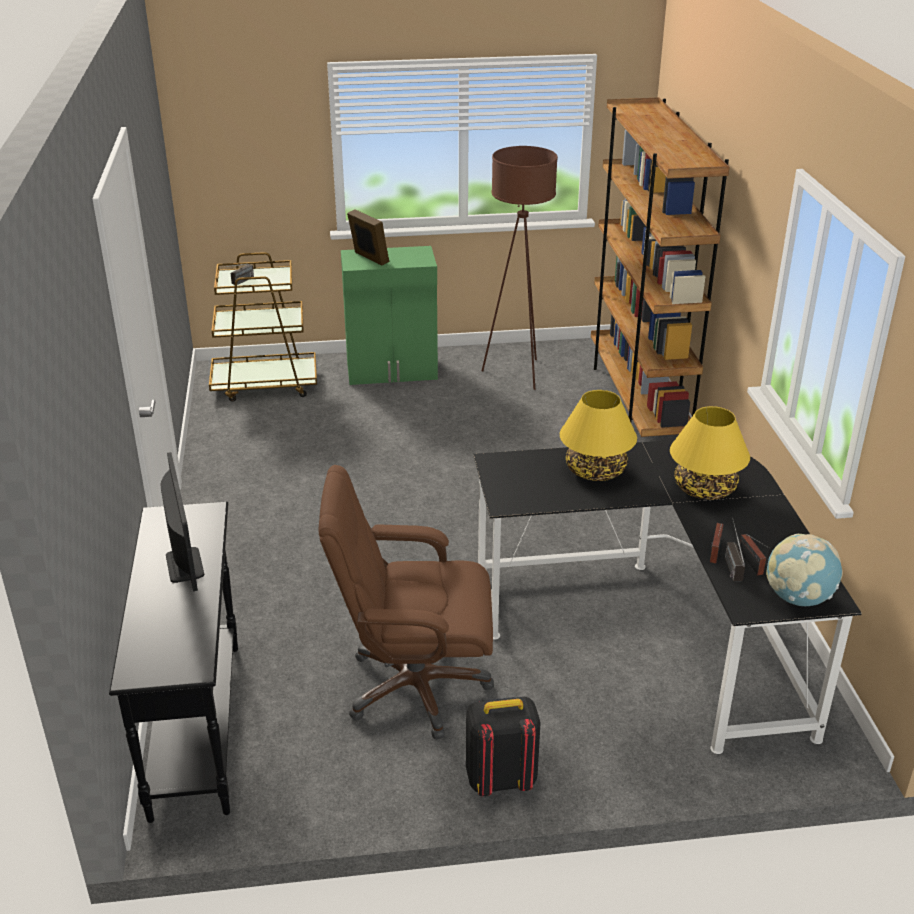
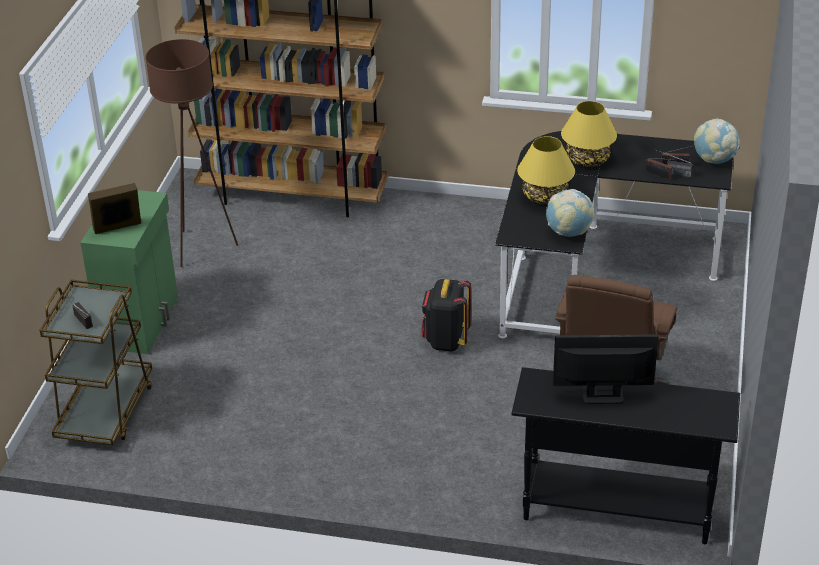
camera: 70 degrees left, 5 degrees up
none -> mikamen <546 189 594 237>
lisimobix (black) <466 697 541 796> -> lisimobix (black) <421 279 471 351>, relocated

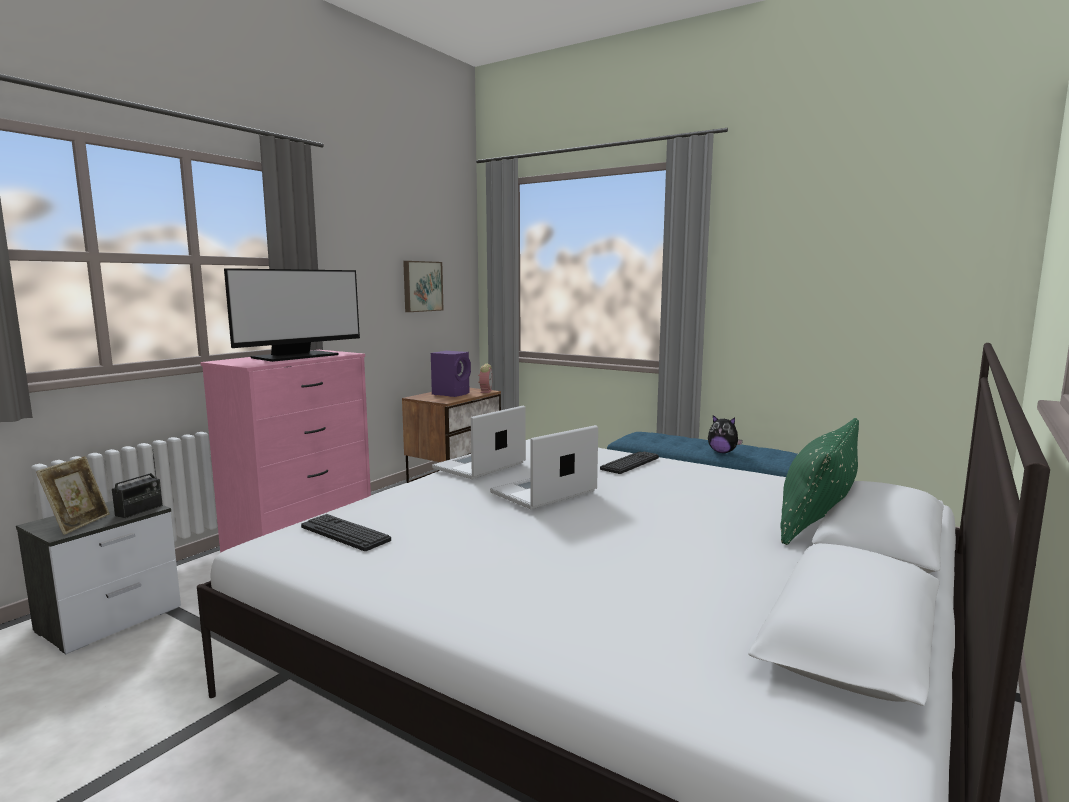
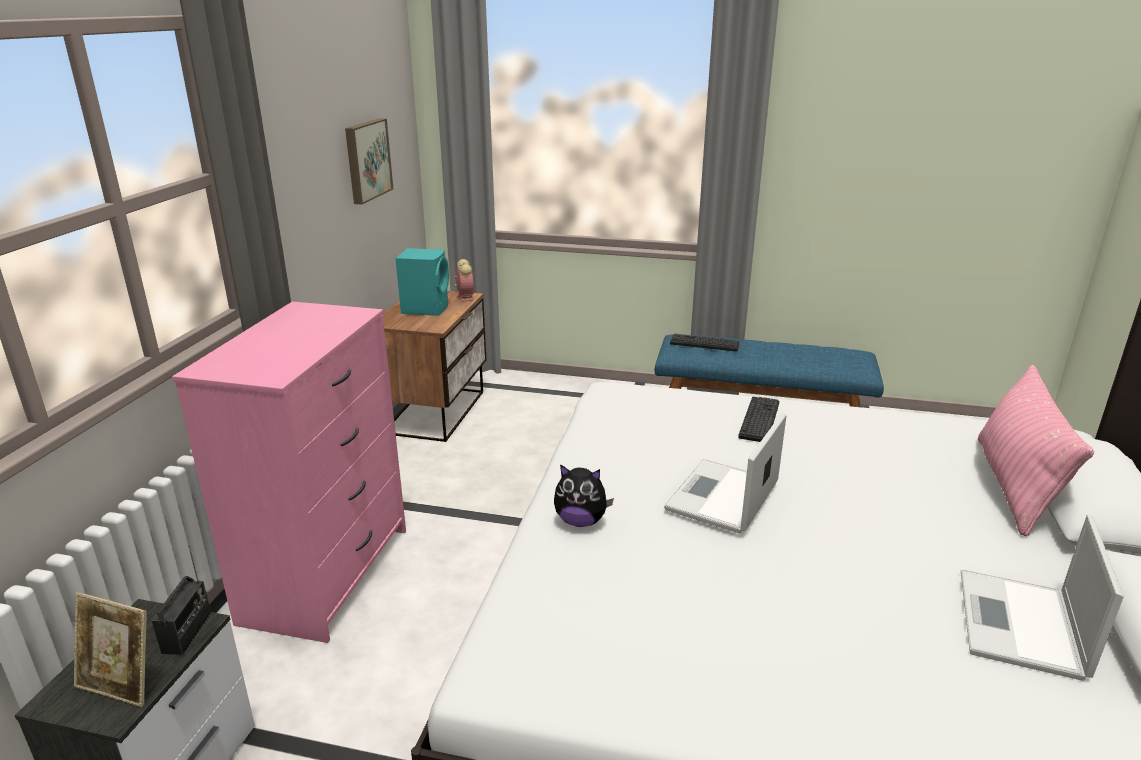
camera: 20 degrees left, 15 degrees up
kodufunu <224 268 360 362> -> none
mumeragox <301 514 391 551> -> mumeragox <670 334 740 352>, relocated
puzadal <432 406 526 479> -> puzadal <961 514 1124 681>, relocated
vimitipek <708 415 743 453> -> vimitipek <554 464 614 527>, relocated
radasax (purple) <431 351 471 397> -> radasax (turquoise) <395 248 449 316>
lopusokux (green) <780 418 859 545> -> lopusokux (pink) <978 365 1095 536>
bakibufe <36 456 110 535> -> bakibufe <74 592 147 707>, 120 degrees clockwise

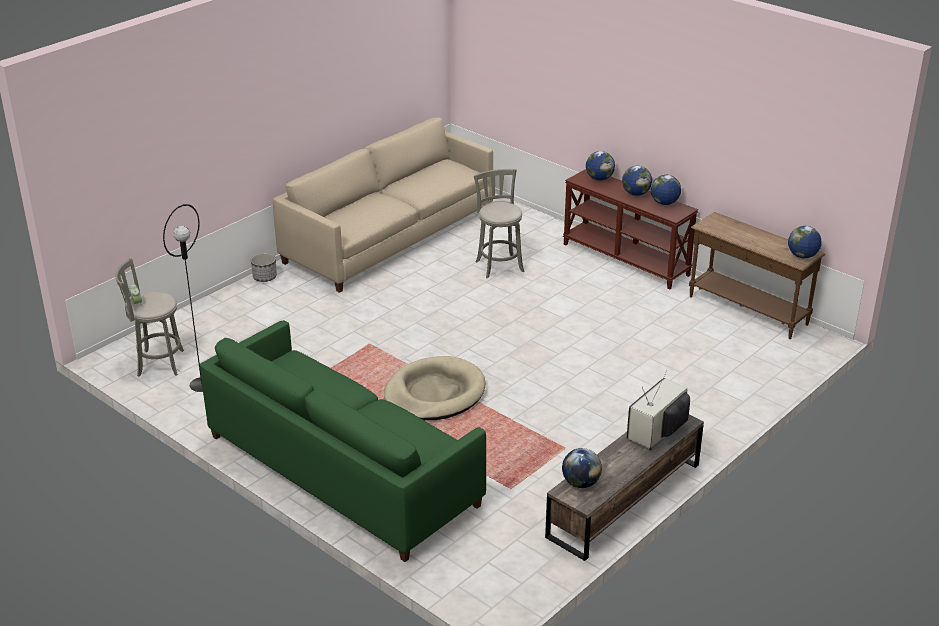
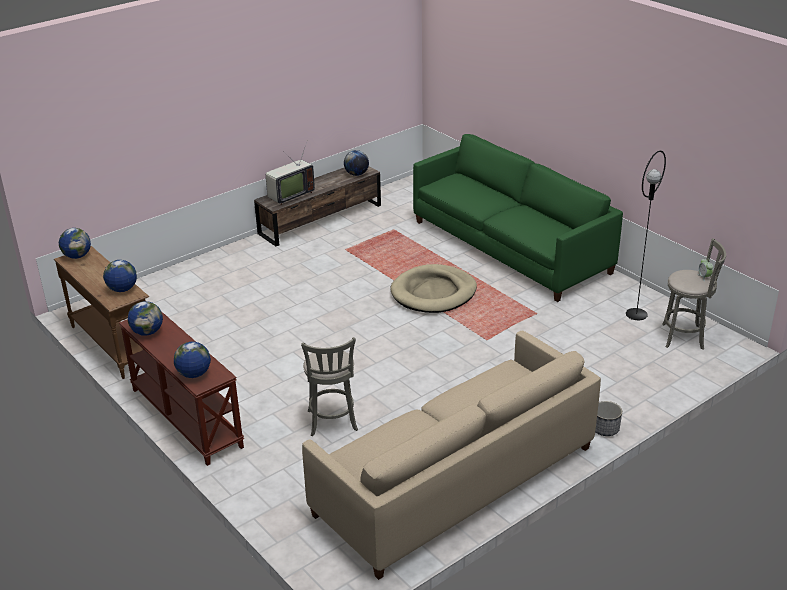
camera: 170 degrees left, 0 degrees up
mikamen <622 166 652 196> -> mikamen <103 260 137 292>, relocated

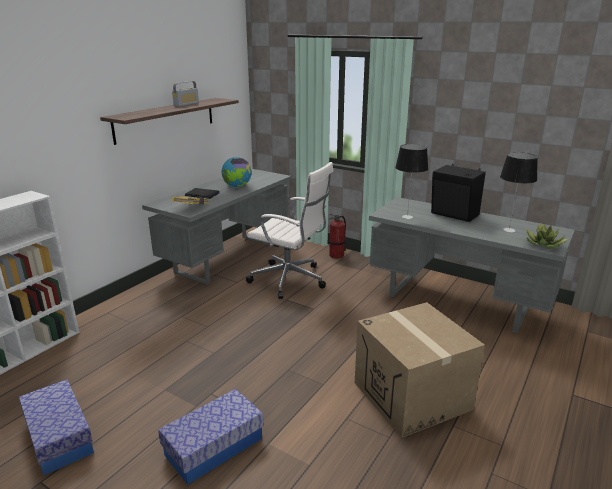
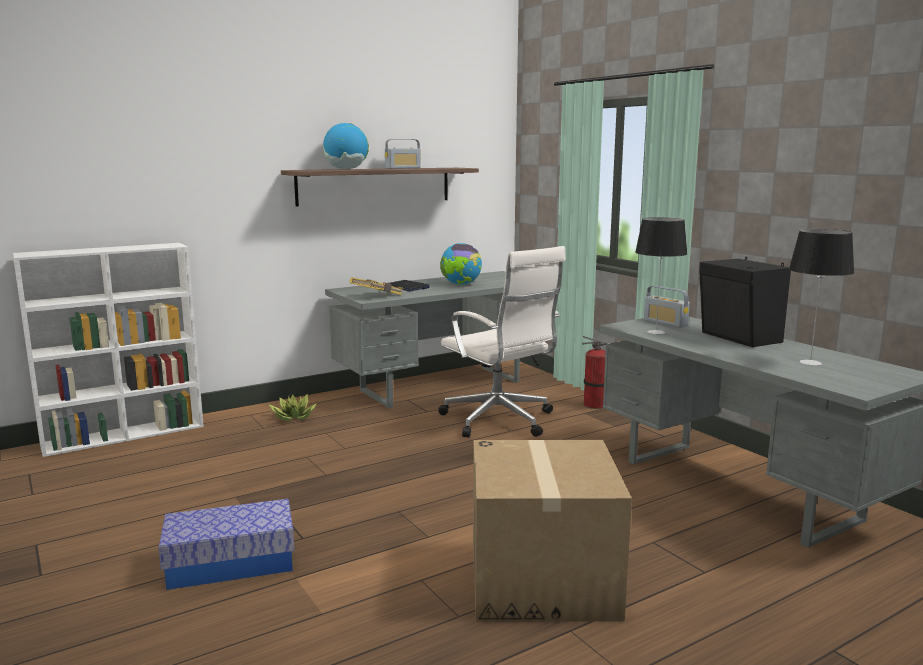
camera: 25 degrees right, 10 degrees down
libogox <19 379 94 475> -> none
none -> mikamen <323 123 369 170>
none -> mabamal <644 286 690 328>
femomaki <526 223 569 249> -> femomaki <268 394 317 421>, relocated

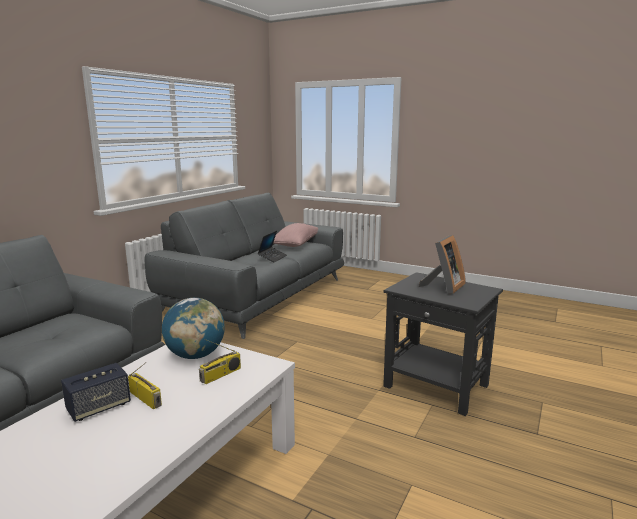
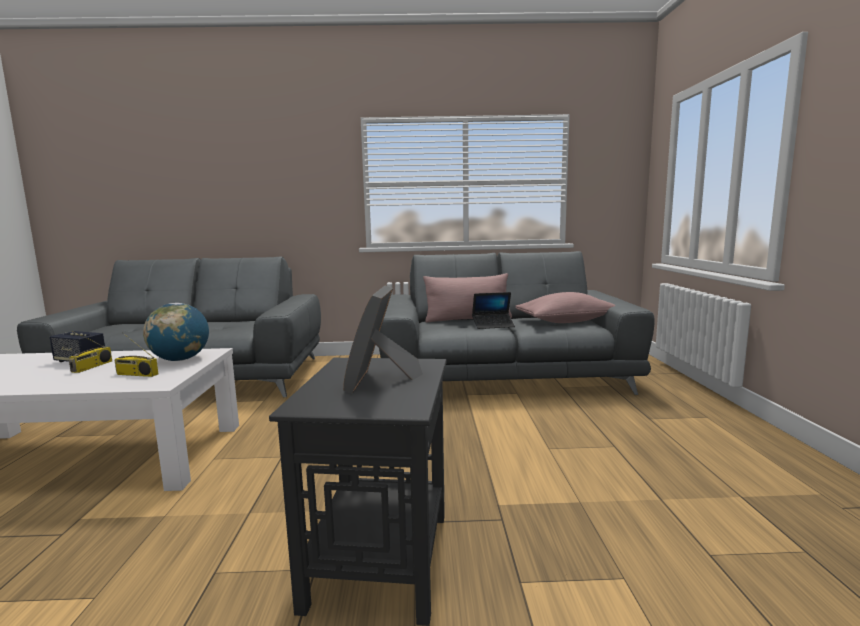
camera: 60 degrees right, 5 degrees down
none -> lopusokux (pink) <423 273 512 322>
bakibufe <419 235 466 294> -> bakibufe <343 286 423 394>, 90 degrees clockwise

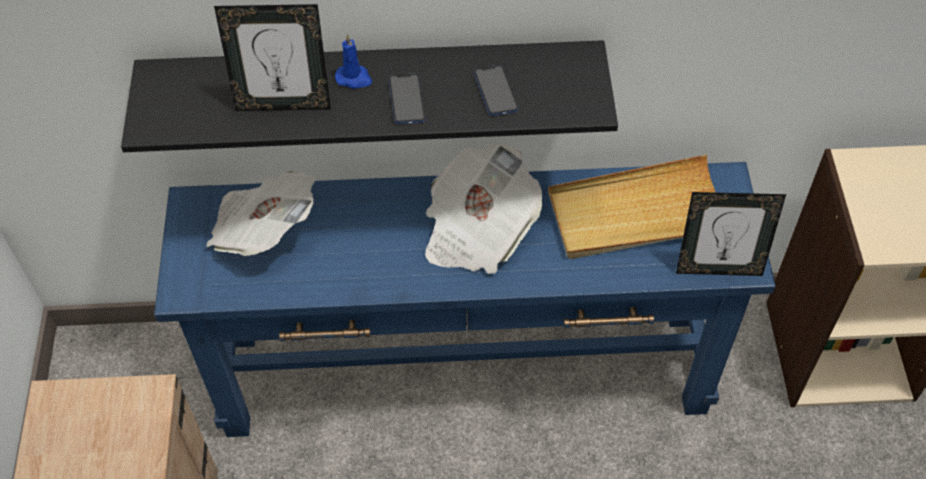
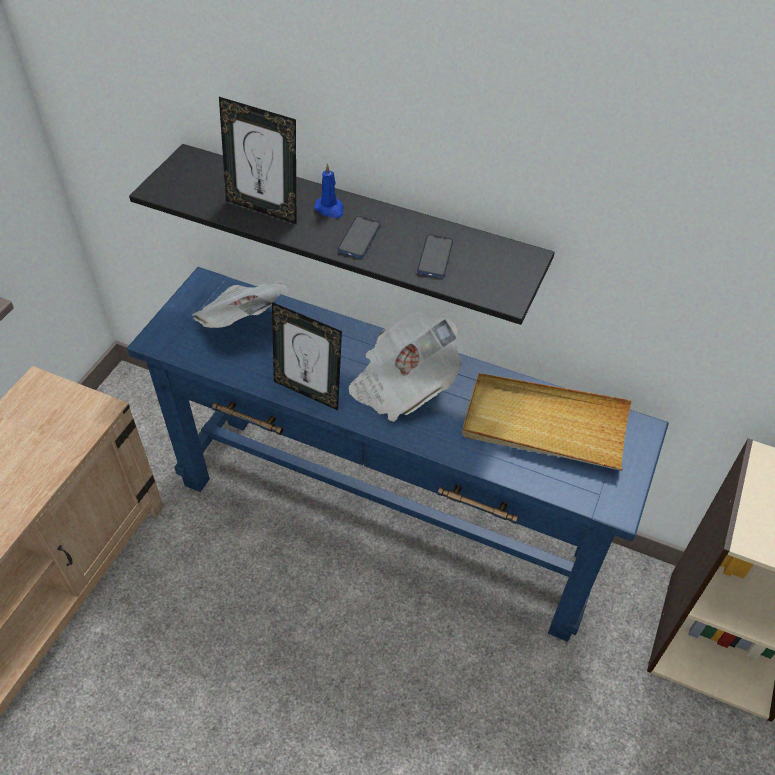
camera: 25 degrees right, 5 degrees down
bakibufe <676 192 786 276> -> bakibufe <272 302 342 410>, relocated

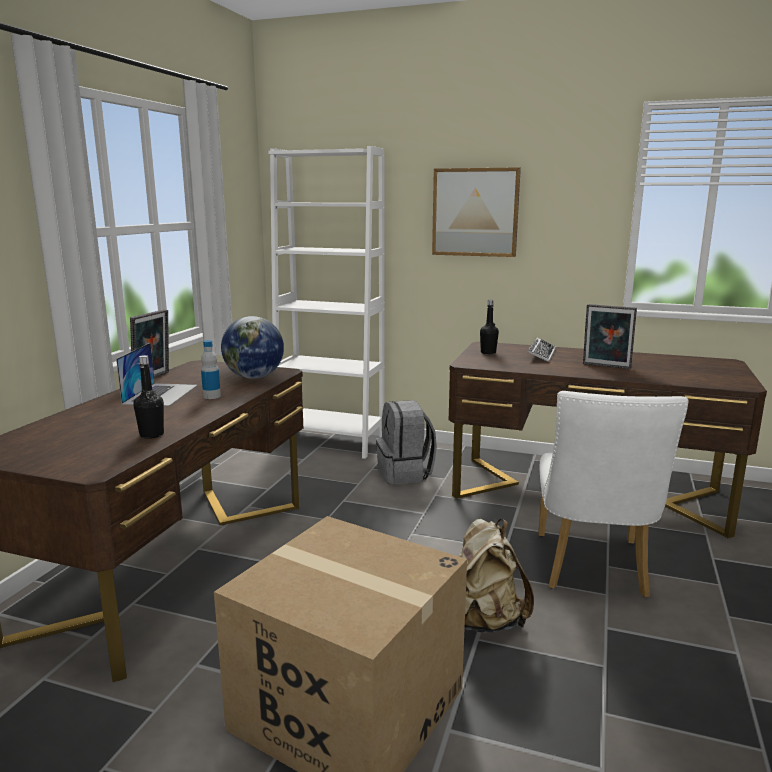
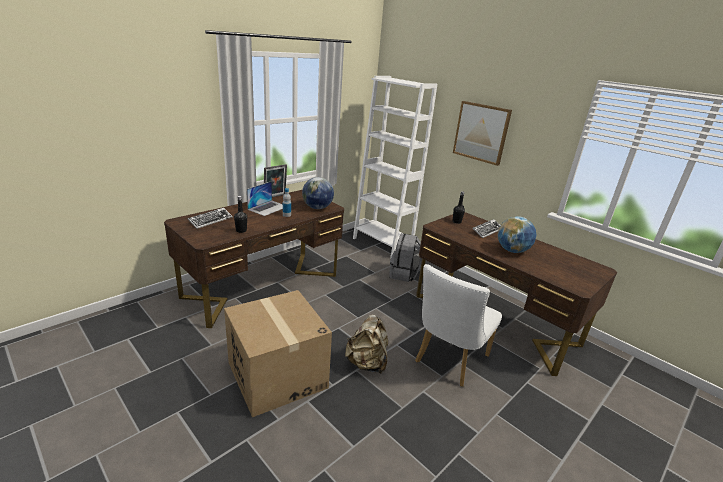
camera: 25 degrees right, 10 degrees up
none -> mumeragox <188 208 232 229>
bakibufe <583 304 637 369> -> mikamen <497 216 536 253>

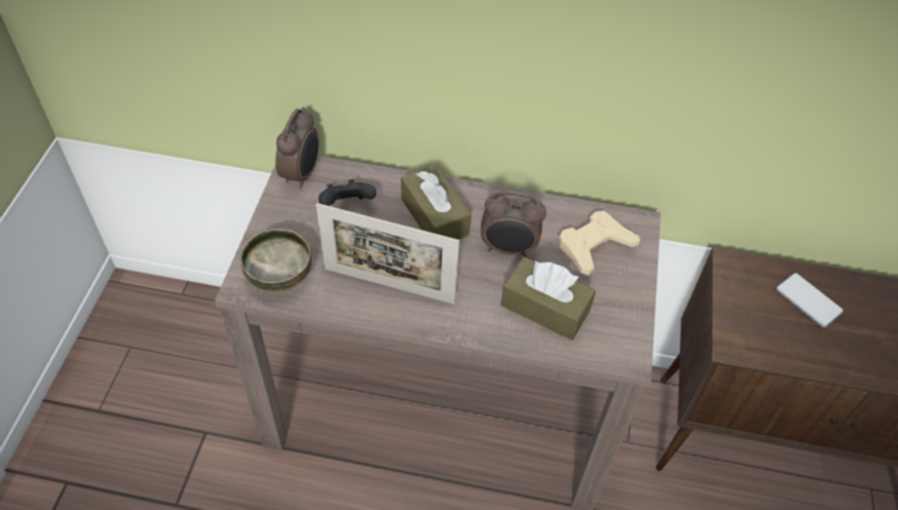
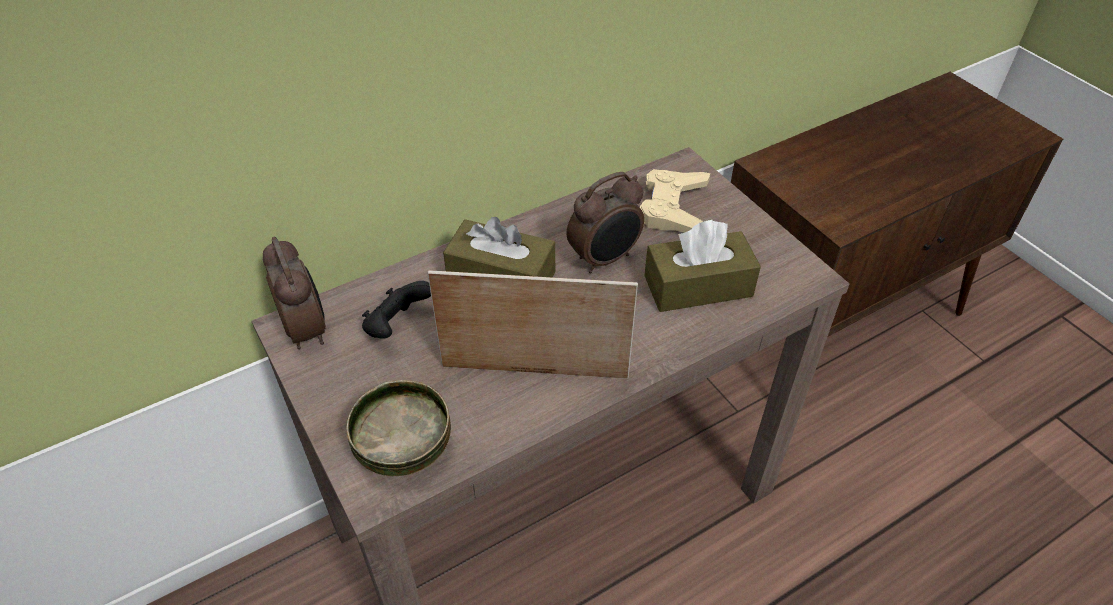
camera: 40 degrees left, 5 degrees down
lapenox <776 273 843 327> -> none
bakibufe <316 203 460 304> -> bakibufe <427 270 638 379>, 150 degrees counterclockwise

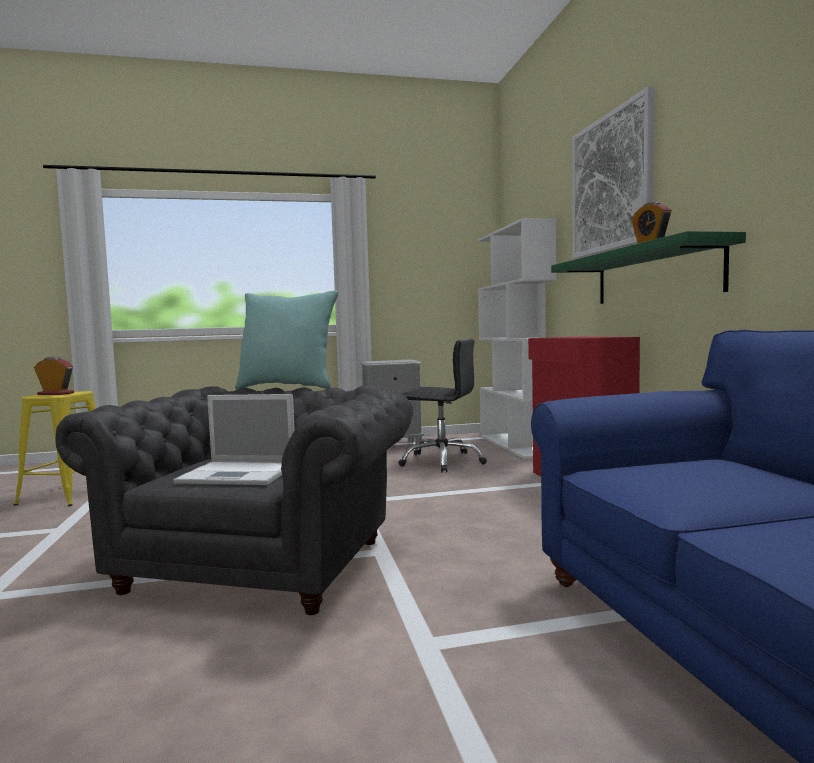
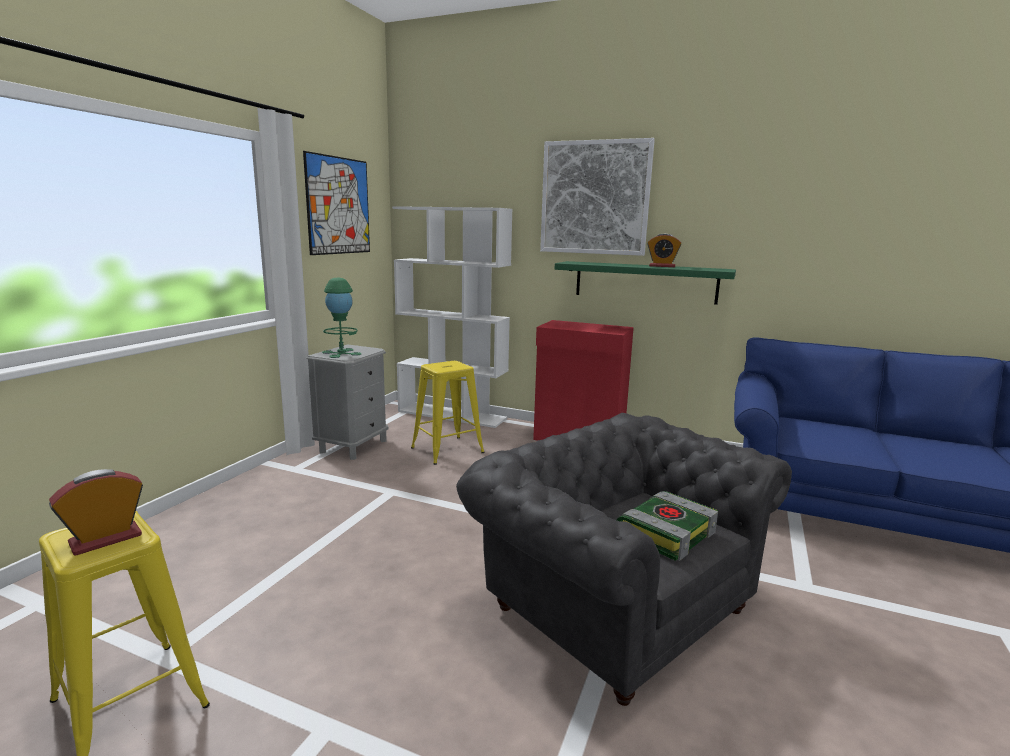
camera: 55 degrees left, 10 degrees up
lopusokux (turquoise) <235 291 339 389> -> none
none -> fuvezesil <303 151 370 255>
none -> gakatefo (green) <322 278 361 358>
puzadal <174 394 295 485> -> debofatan <617 491 718 561>
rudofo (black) <398 339 487 472> -> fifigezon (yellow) <411 361 485 465>

